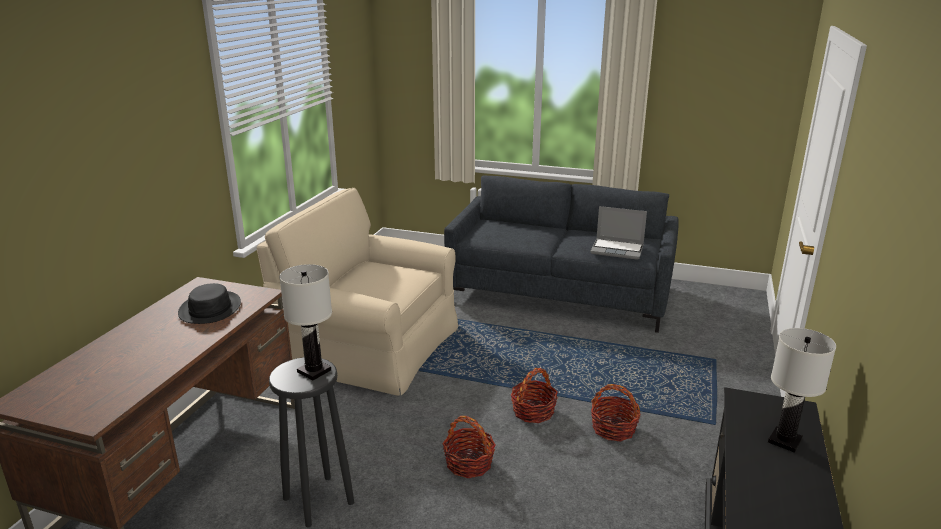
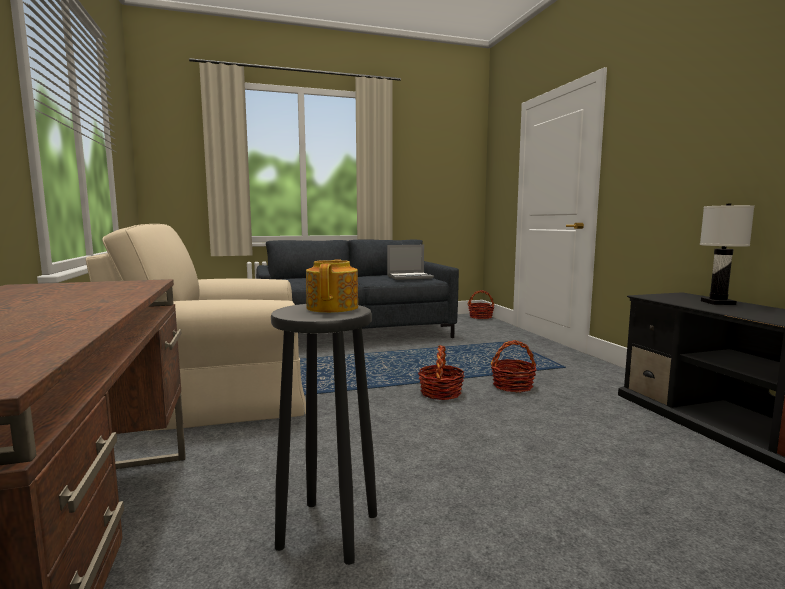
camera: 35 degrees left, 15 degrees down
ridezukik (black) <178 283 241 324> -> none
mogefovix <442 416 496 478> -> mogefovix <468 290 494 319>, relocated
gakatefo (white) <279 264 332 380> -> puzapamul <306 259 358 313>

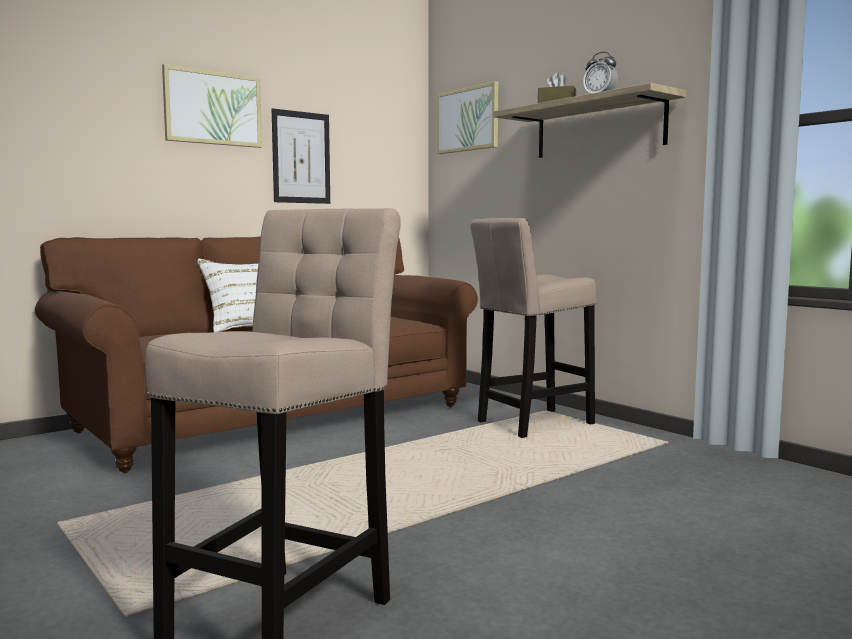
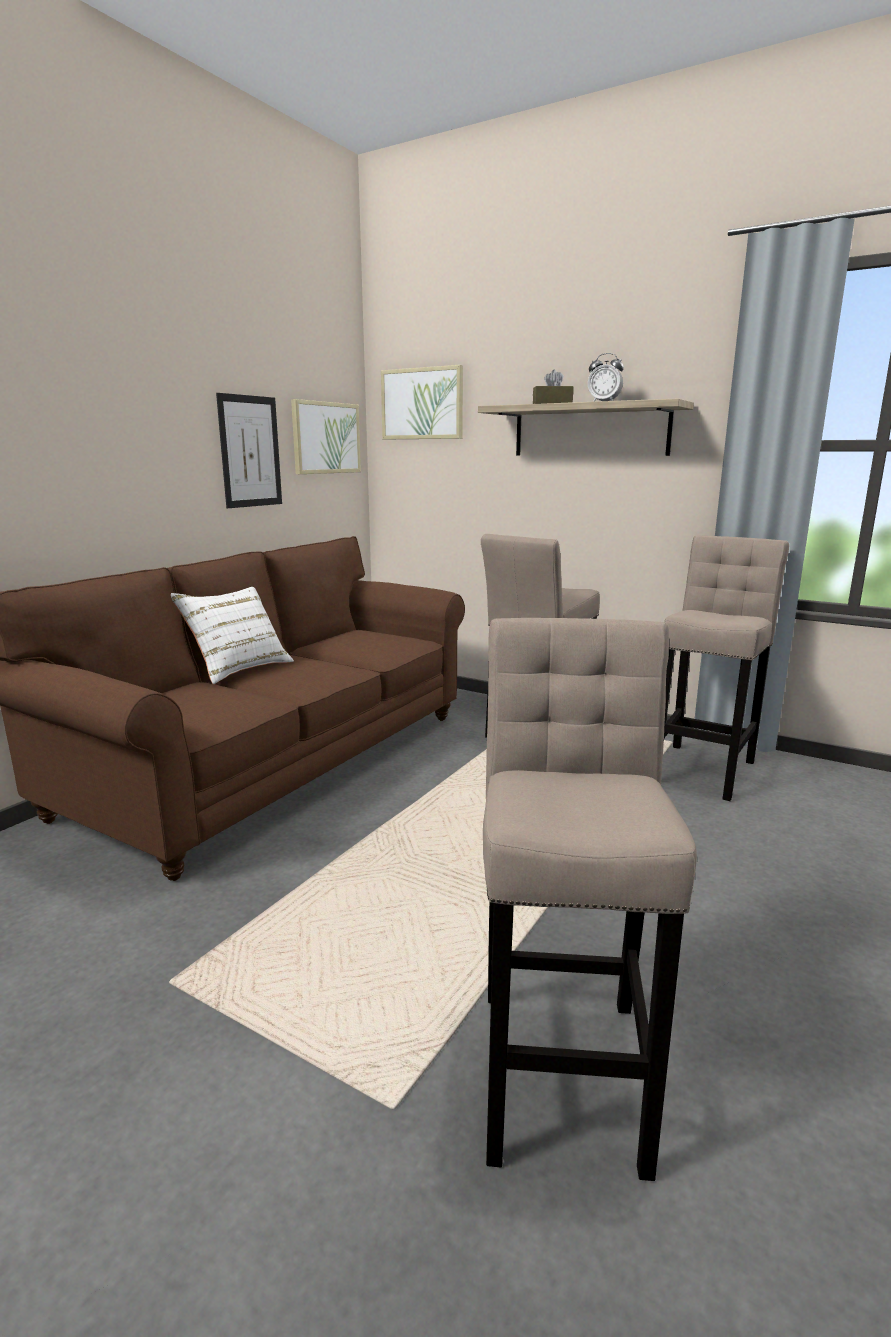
camera: 20 degrees left, 10 degrees up
none -> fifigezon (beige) <664 536 789 801>
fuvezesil <162 64 262 148> -> fuvezesil <291 399 361 474>, relocated

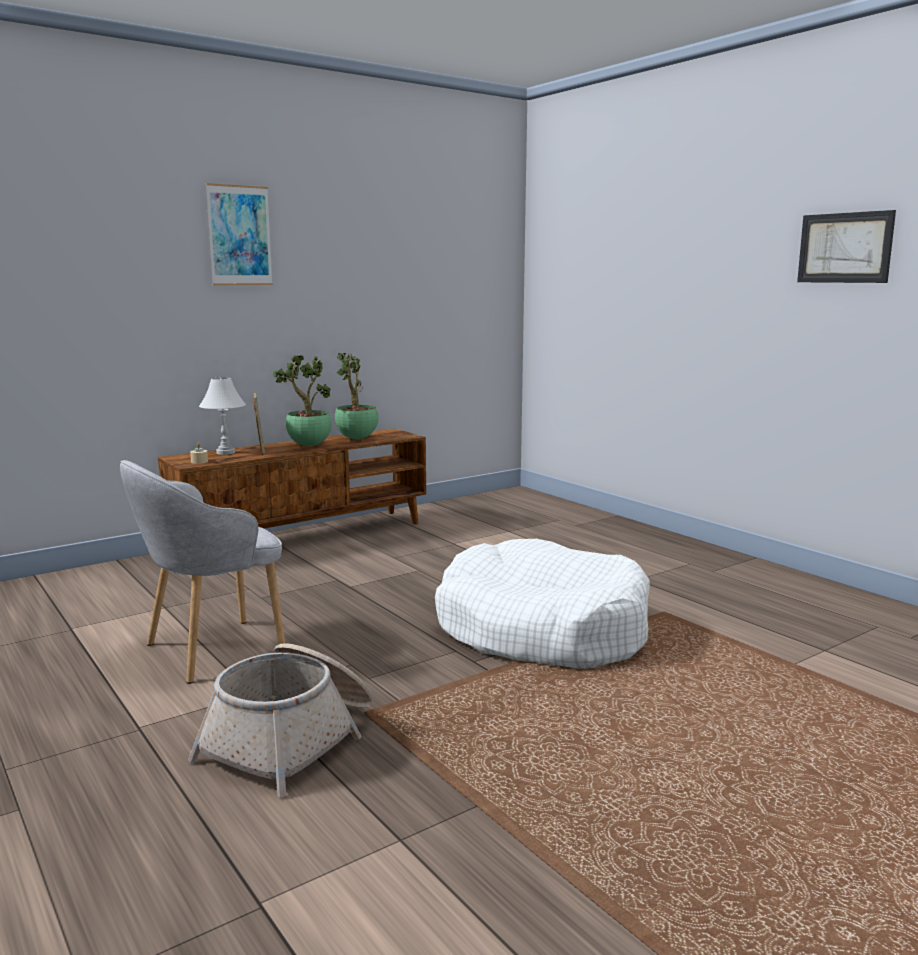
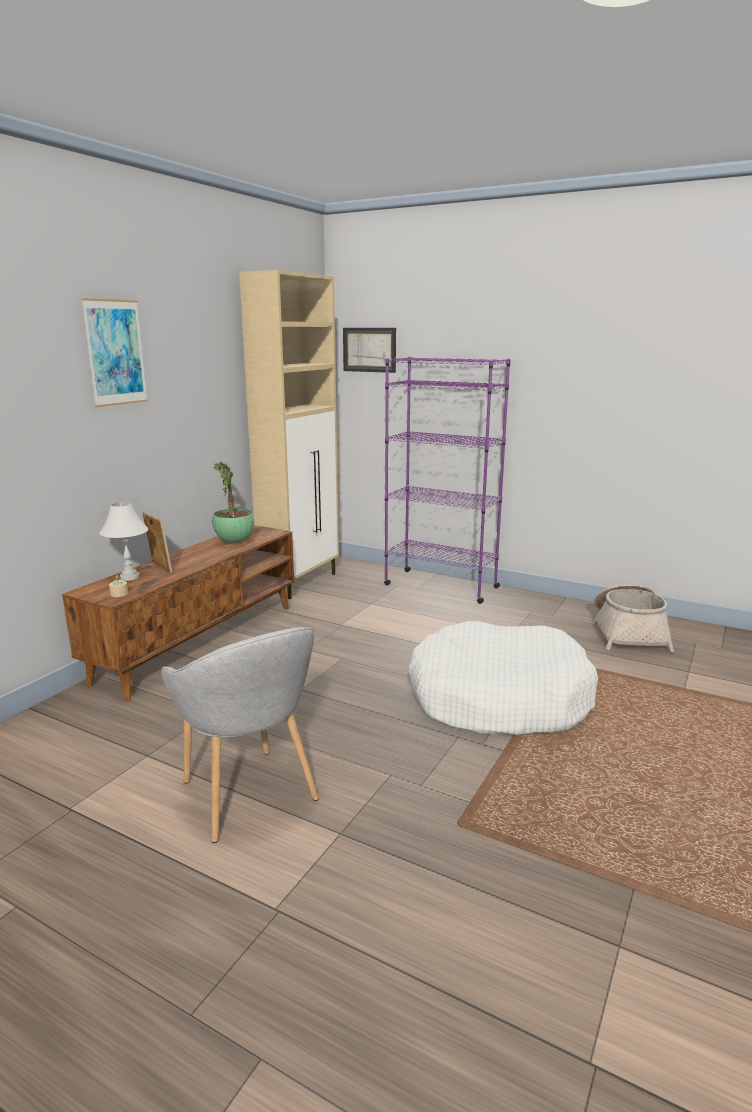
camera: 25 degrees left, 5 degrees up
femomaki <273 355 332 446> -> none
none -> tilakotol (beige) <239 270 339 599>
none -> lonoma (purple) <384 357 511 604>
mogefovix <188 643 373 797> -> mogefovix <593 584 674 653>, relocated
fuvezesil <797 210 896 283> -> fuvezesil <343 328 396 373>, relocated
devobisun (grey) <120 460 285 684> -> devobisun (grey) <161 627 319 843>, 60 degrees counterclockwise

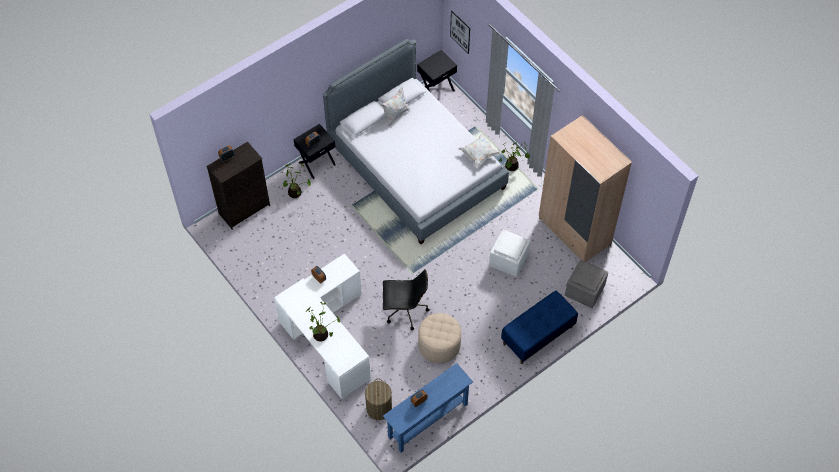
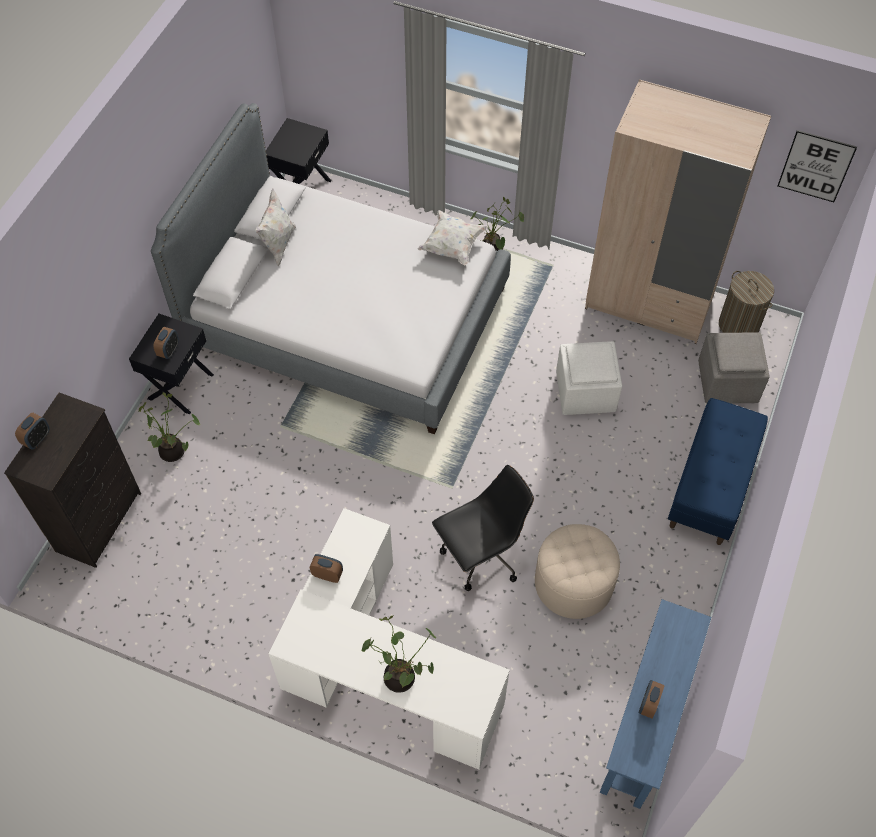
camera: 30 degrees left, 0 degrees up
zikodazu <365 378 392 420> -> zikodazu <719 271 774 333>, relocated
fuvezesil <450 11 470 54> -> fuvezesil <778 130 857 202>, relocated

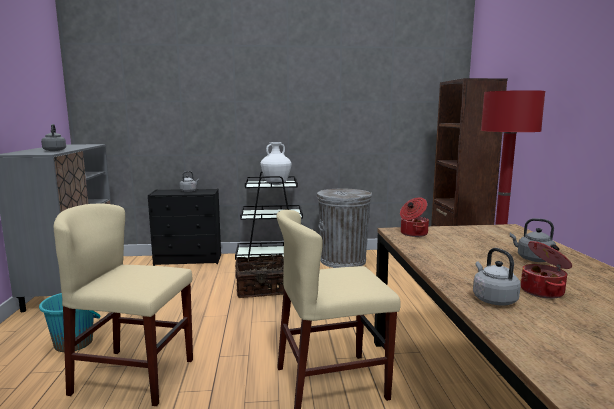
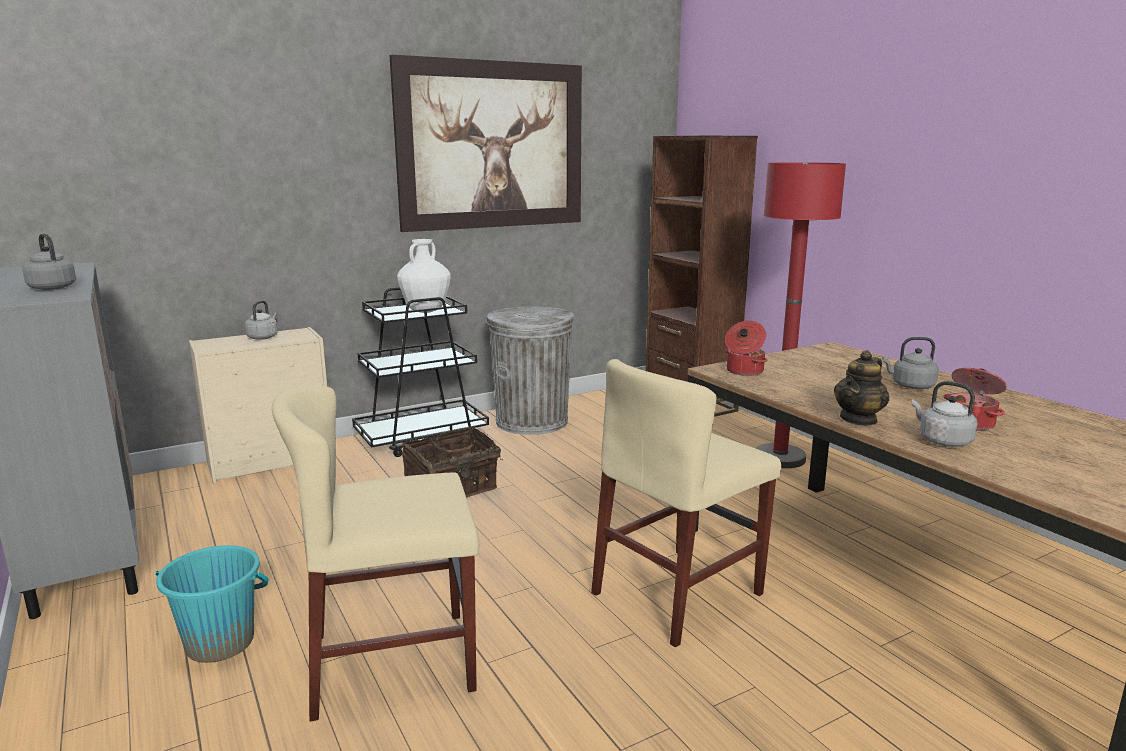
camera: 25 degrees left, 5 degrees up
none -> fuvezesil <389 55 582 232>
none -> puzapamul <834 350 889 426>
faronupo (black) <148 189 221 266> -> faronupo (beige) <189 327 327 483>

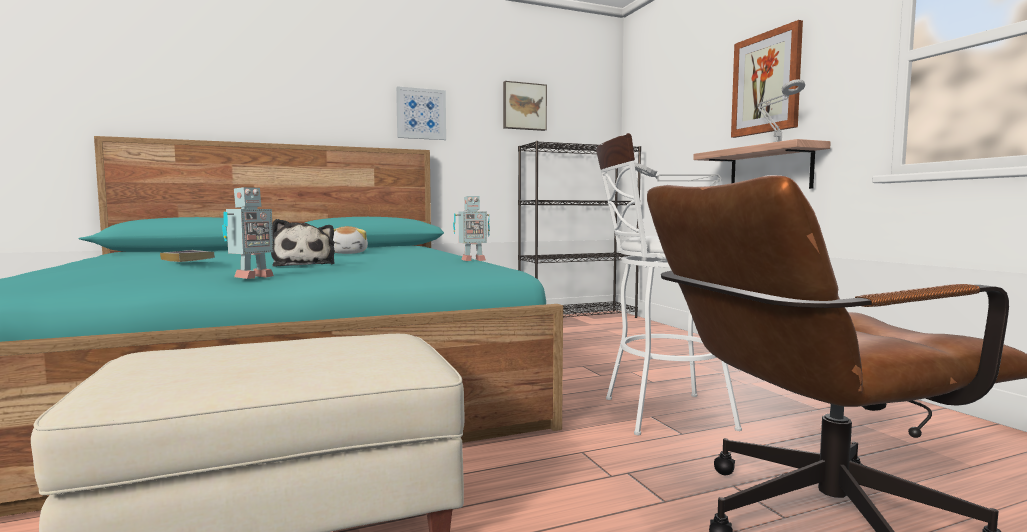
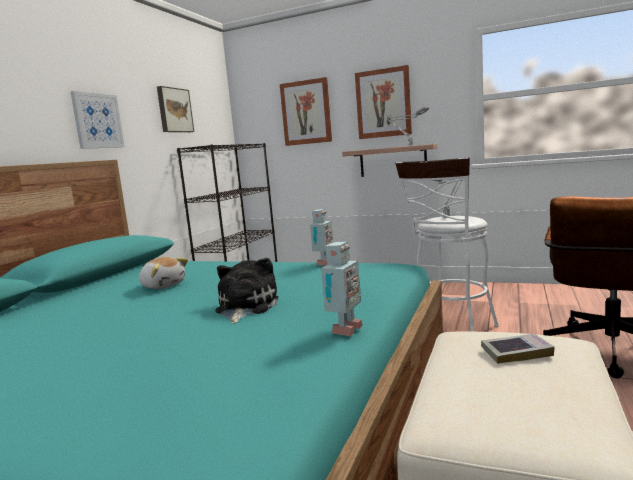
camera: 45 degrees left, 5 degrees up
none -> fuvezesil <280 77 332 146>
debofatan <160 250 215 262> -> debofatan <481 334 555 364>, relocated
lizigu <222 187 274 279> -> lizigu <321 242 363 336>, 45 degrees clockwise
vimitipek <271 219 335 266> -> vimitipek <215 258 278 324>, 105 degrees counterclockwise

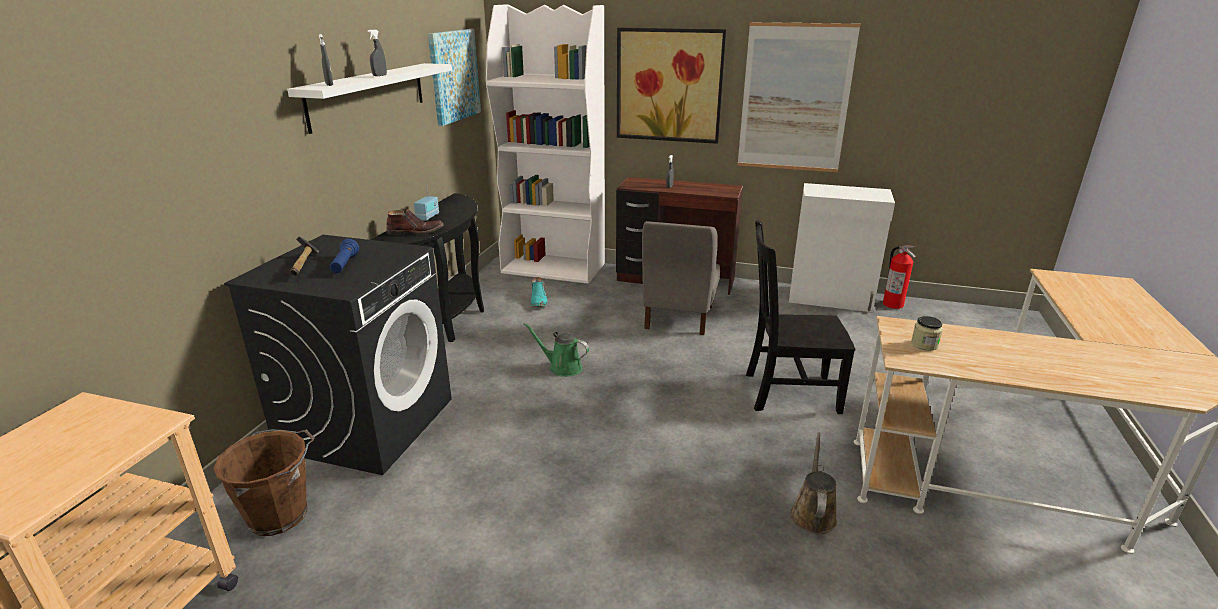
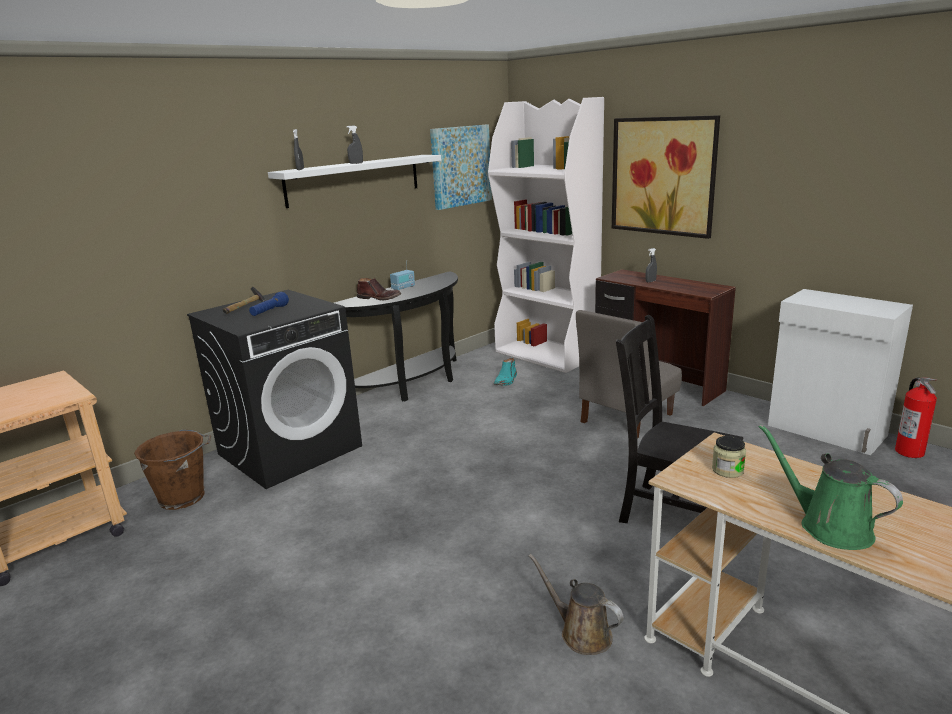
camera: 30 degrees right, 5 degrees down
fuvezesil <737 22 860 172> -> none
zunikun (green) <524 323 589 377> -> zunikun (green) <759 424 903 550>, relocated
zunikun (brown) <790 432 837 534> -> zunikun (brown) <529 554 624 655>, 90 degrees counterclockwise

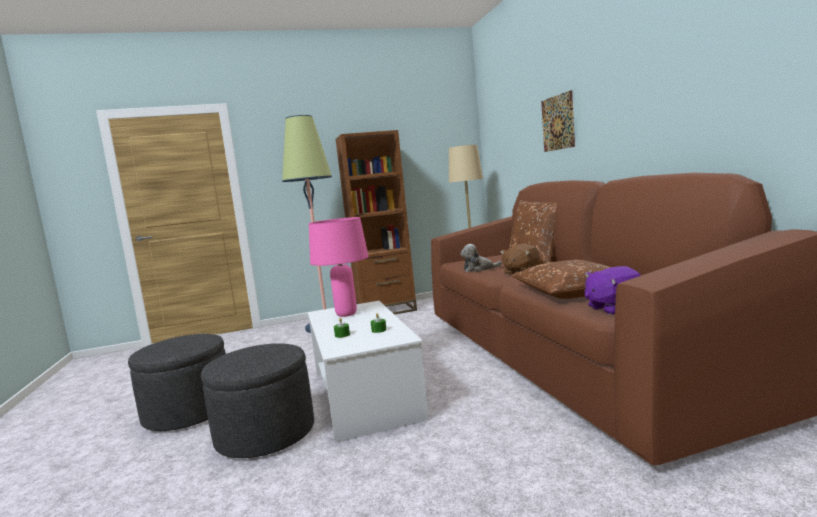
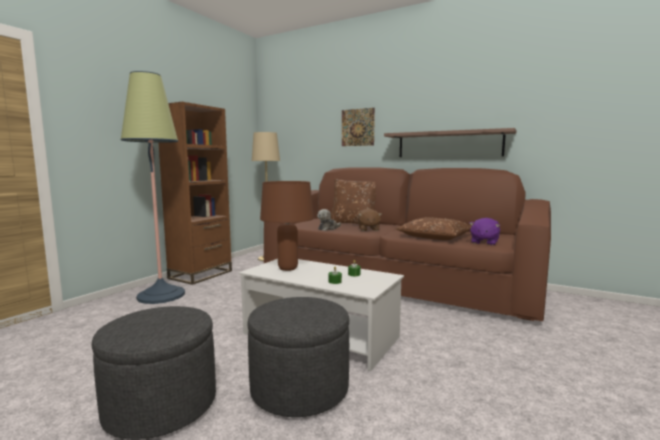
camera: 45 degrees left, 0 degrees up
none -> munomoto <384 128 517 157>
gakatefo (pink) <309 217 369 317> -> gakatefo (brown) <260 181 314 271>

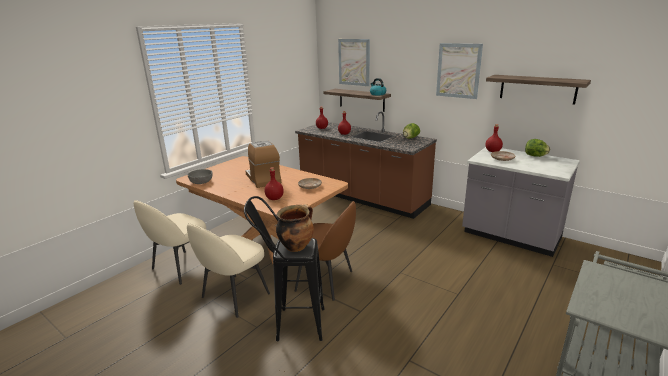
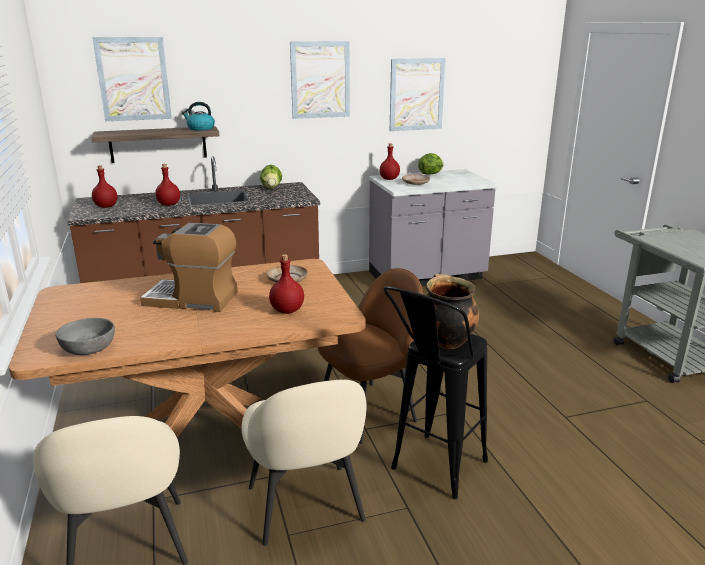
camera: 55 degrees left, 0 degrees up
munomoto <486 75 591 105> -> fuvezesil <390 58 446 131>

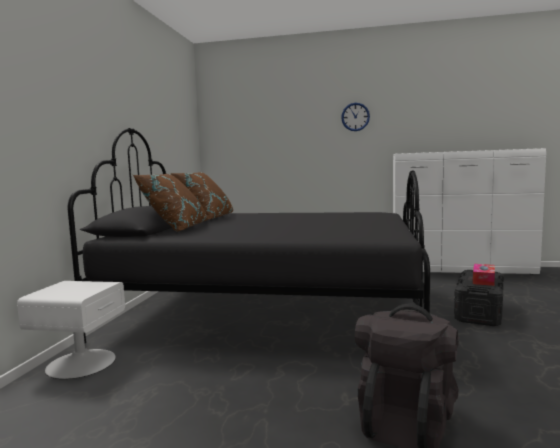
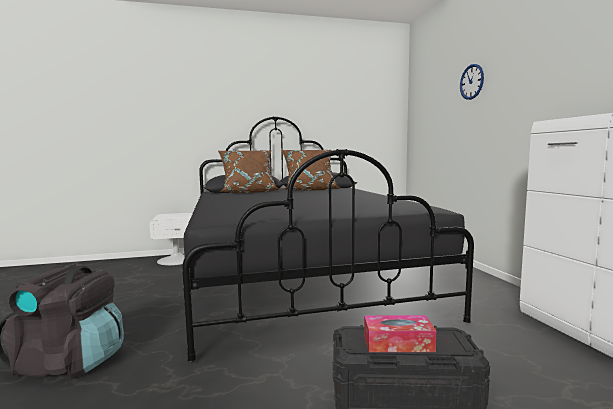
camera: 65 degrees right, 0 degrees up
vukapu <341 102 370 131> -> vukapu <460 64 484 100>, relocated

